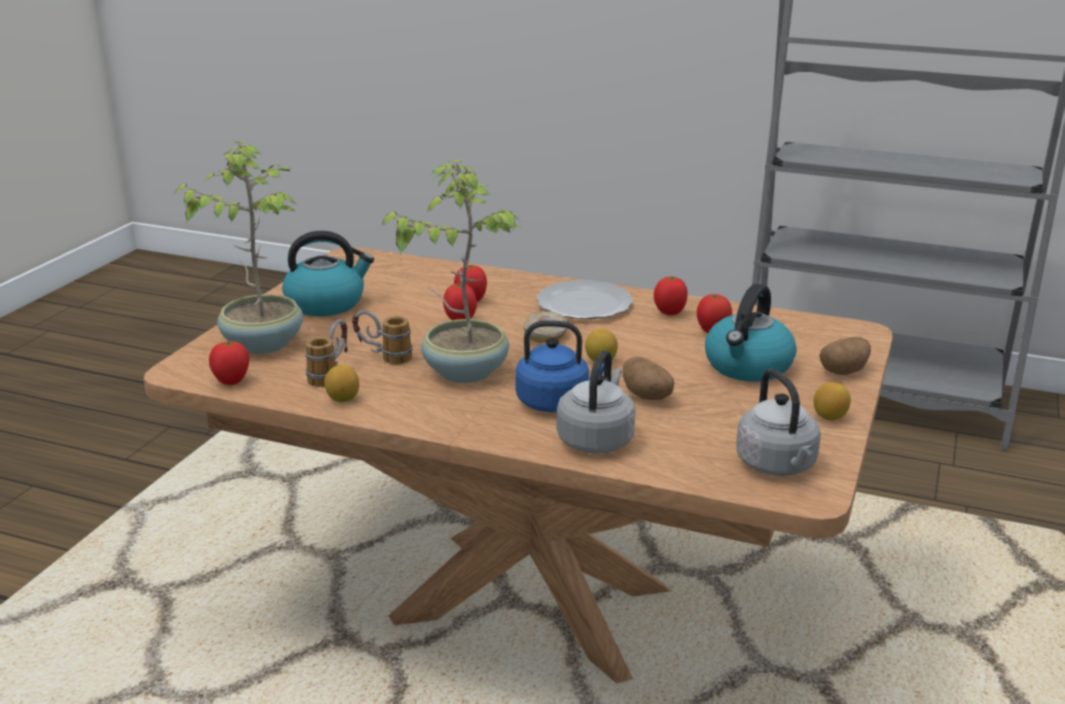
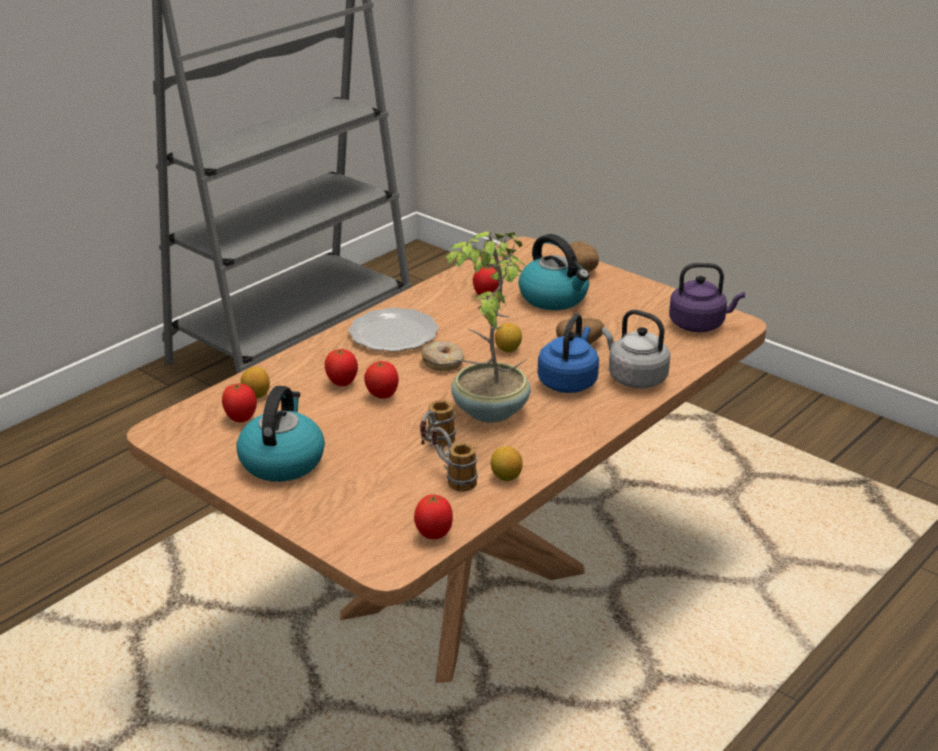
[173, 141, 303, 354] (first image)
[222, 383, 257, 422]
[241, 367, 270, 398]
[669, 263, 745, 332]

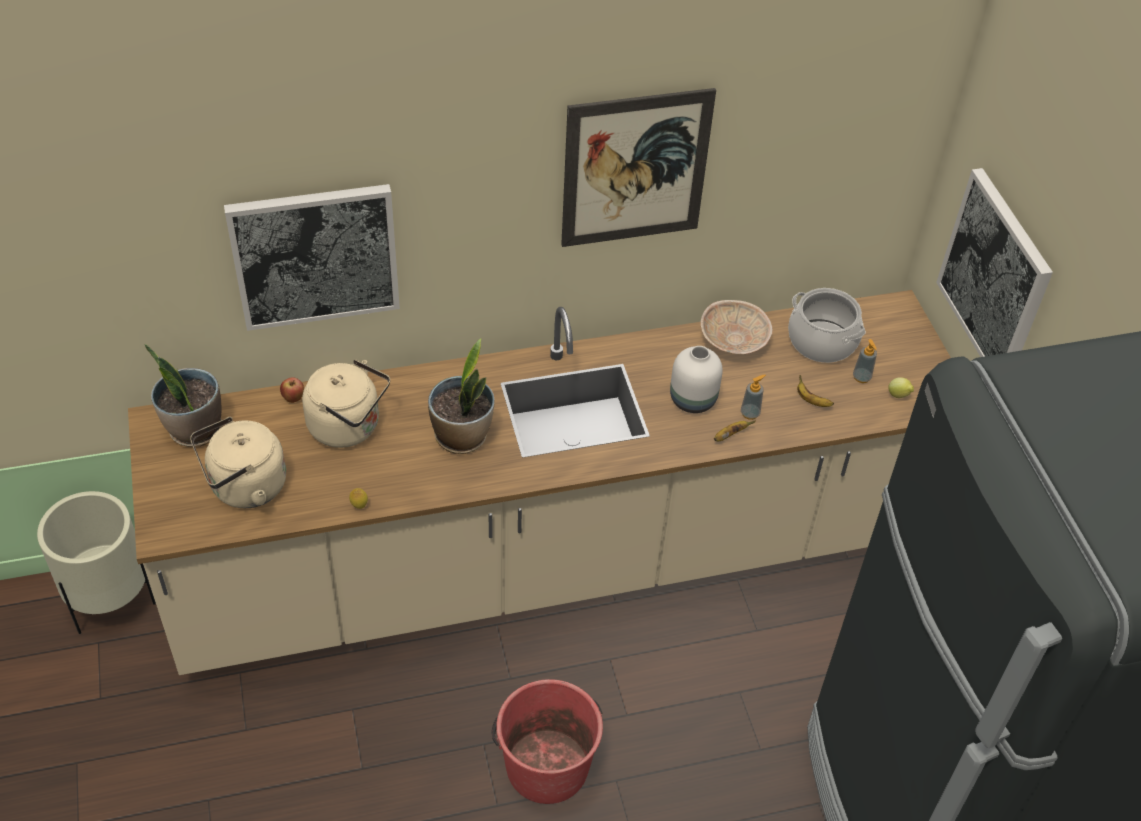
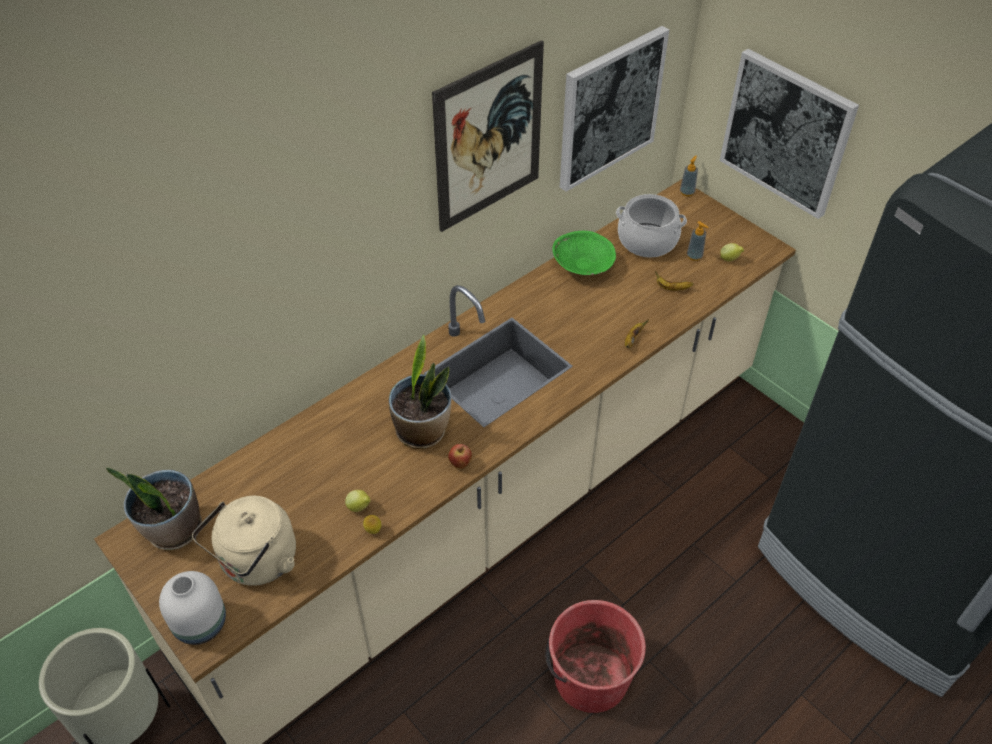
[302, 360, 390, 448] (first image)
[345, 490, 370, 512]
[560, 26, 669, 192]
[448, 444, 472, 469]
[159, 571, 226, 645]
[680, 156, 698, 196]
[552, 231, 616, 275]

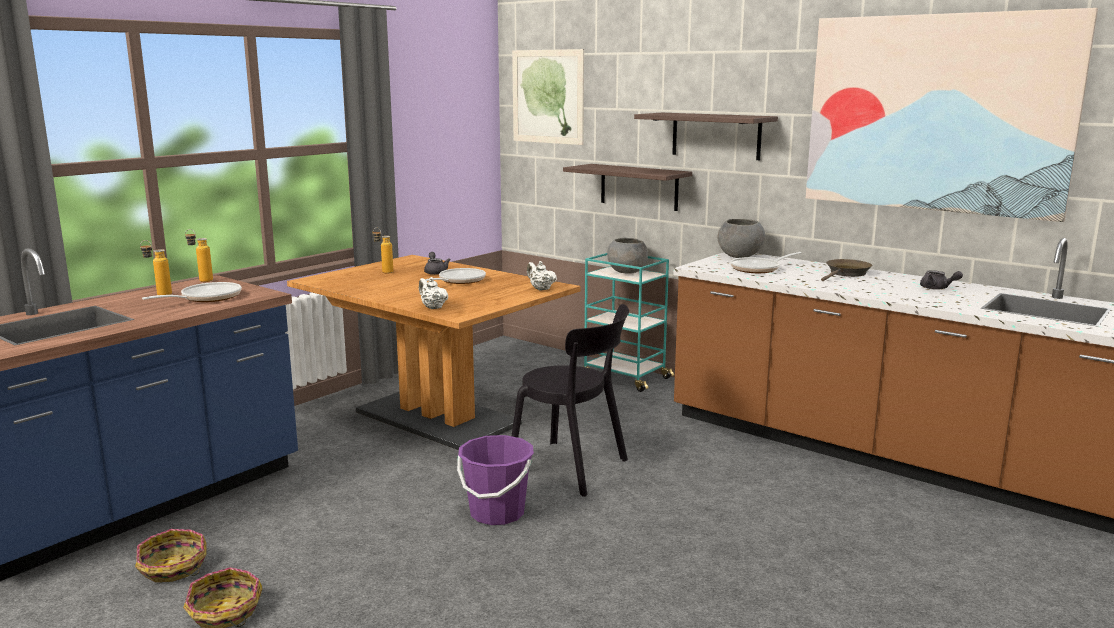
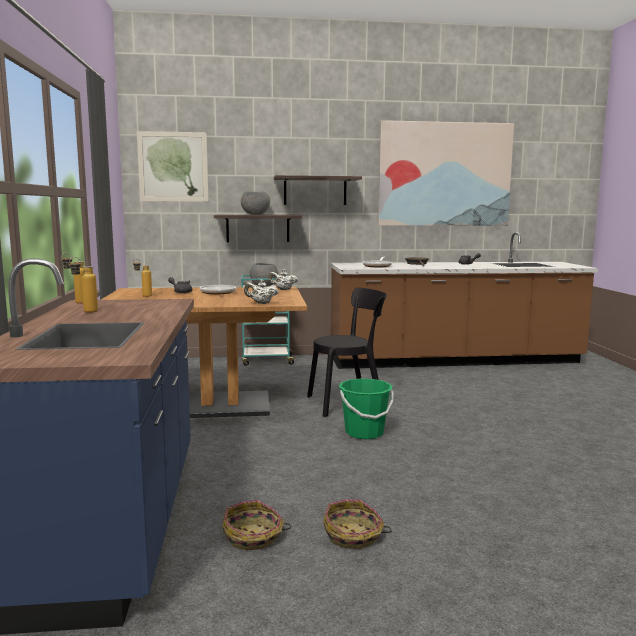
[142, 282, 242, 302] (first image)
[241, 191, 270, 215]
[339, 378, 393, 439]

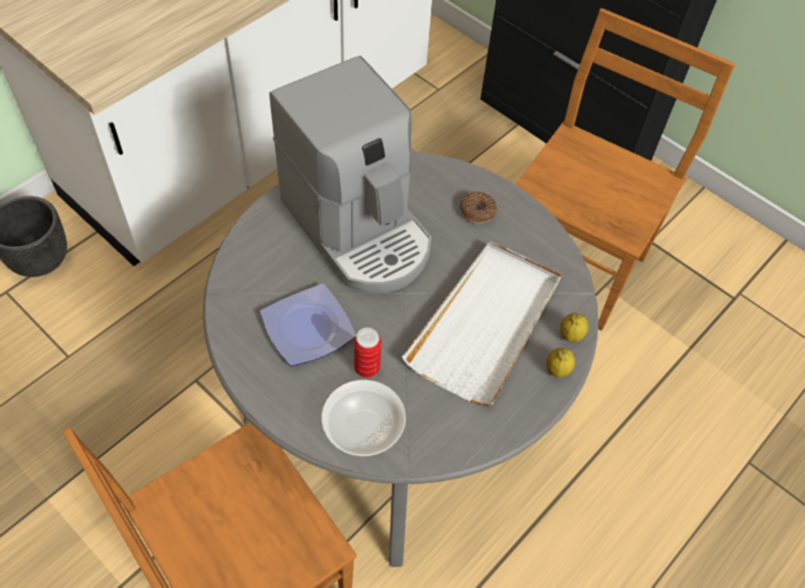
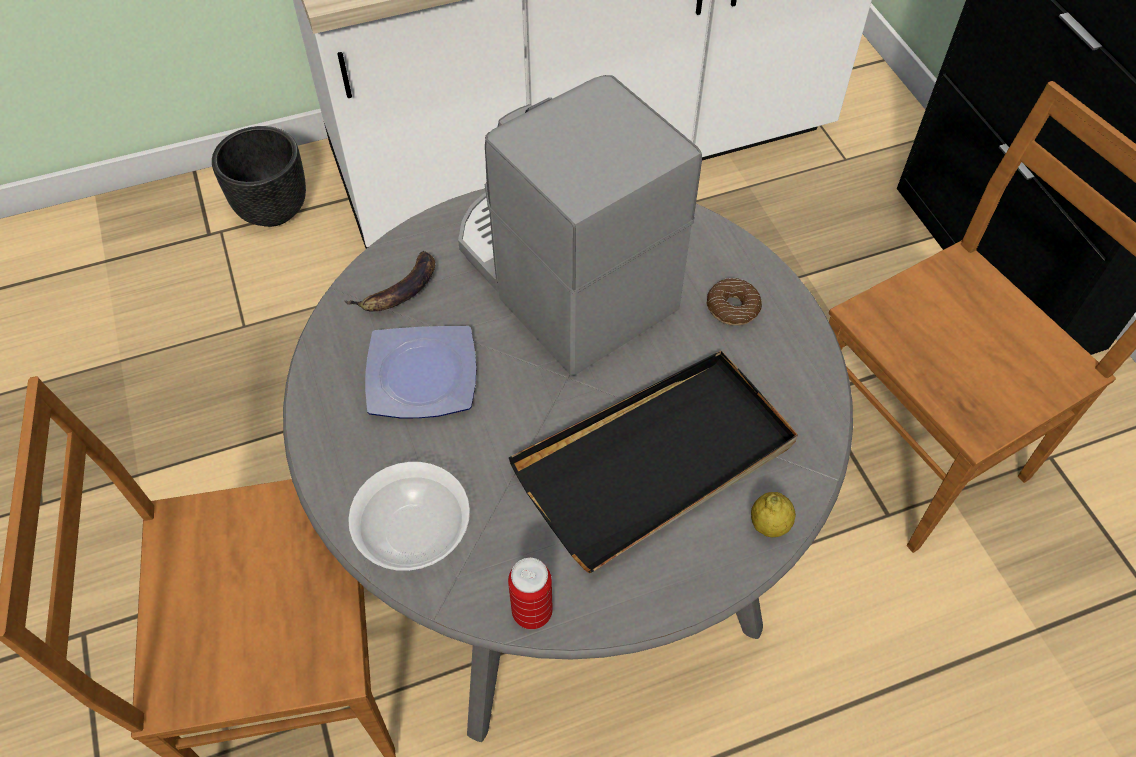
[546, 348, 575, 378] (first image)
[344, 251, 435, 312]
[508, 558, 553, 630]
[509, 351, 798, 573]
[458, 75, 702, 376]

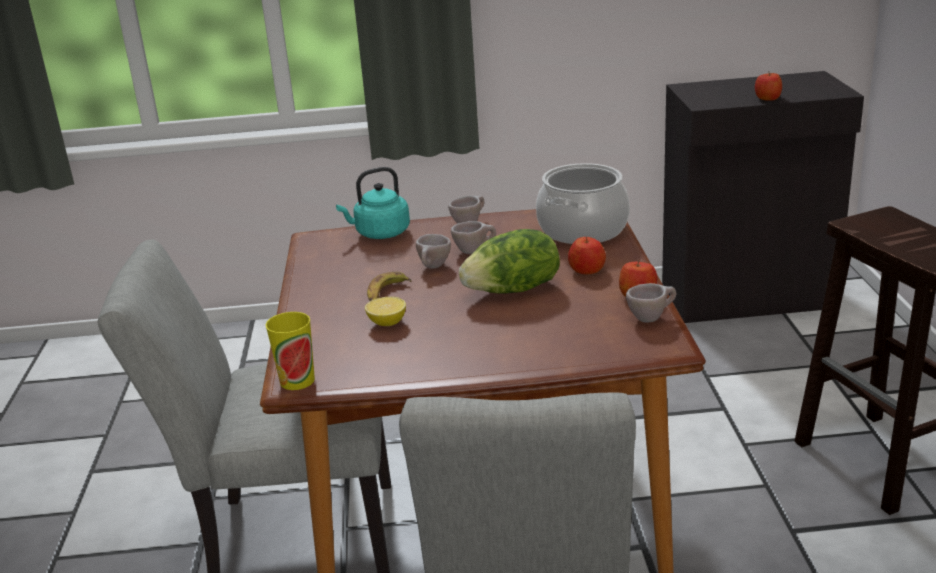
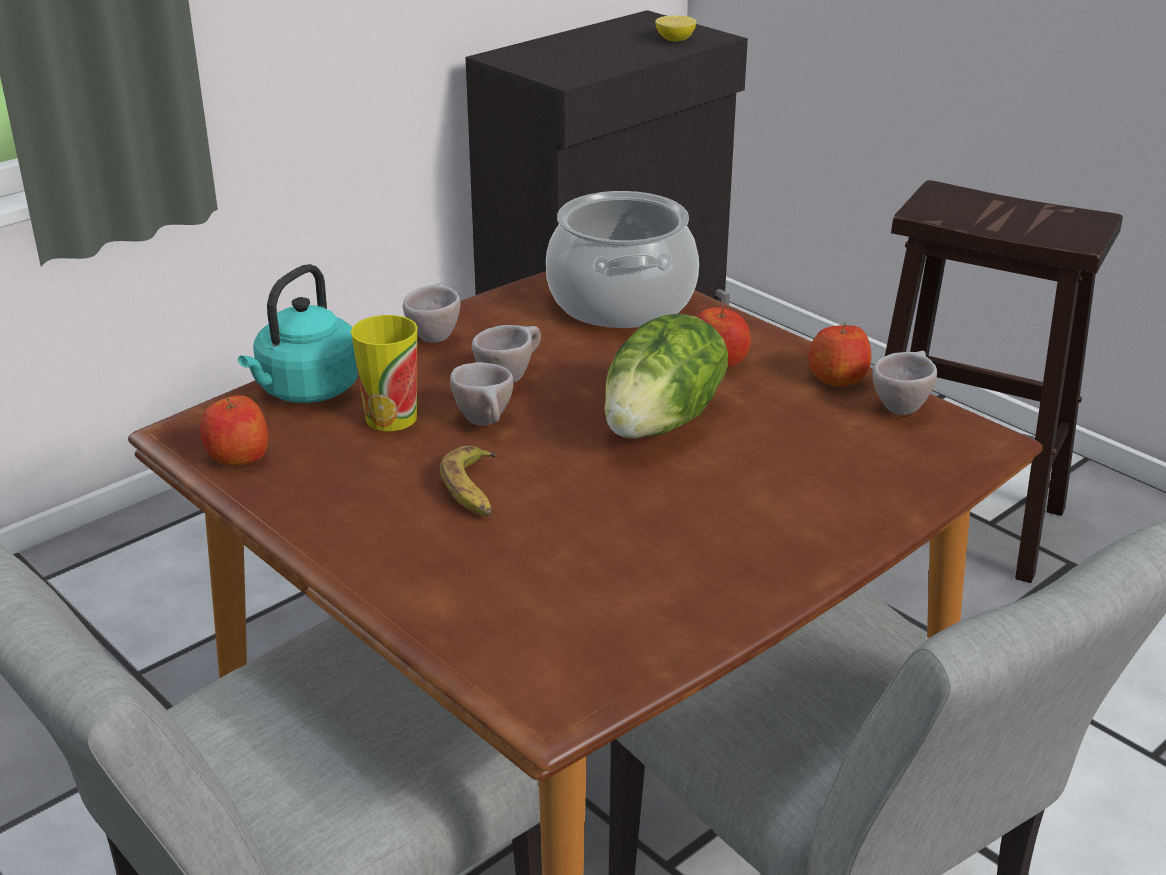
[351, 315, 418, 431]
[655, 15, 696, 42]
[200, 395, 268, 466]

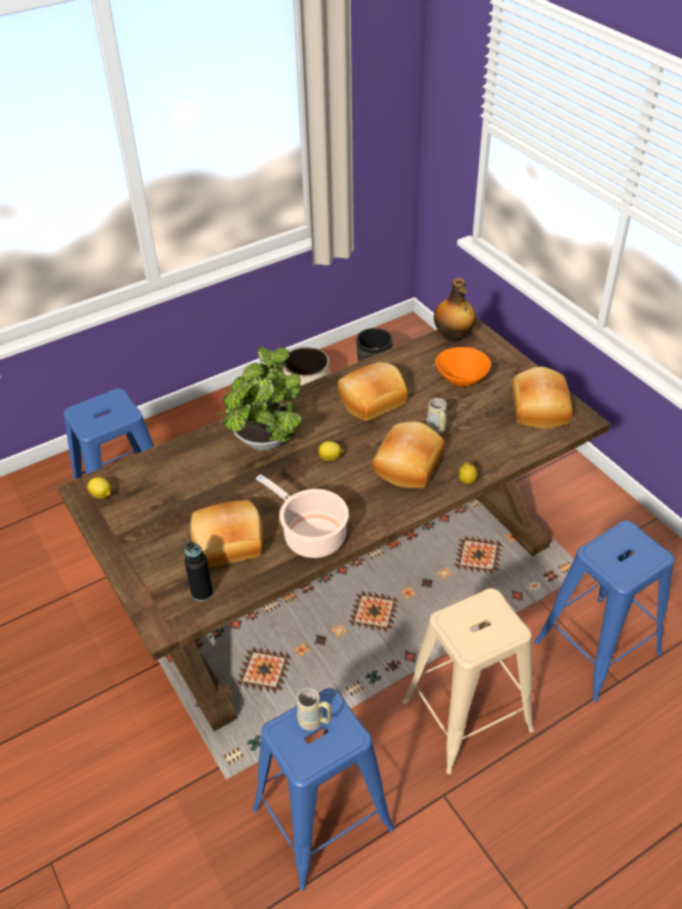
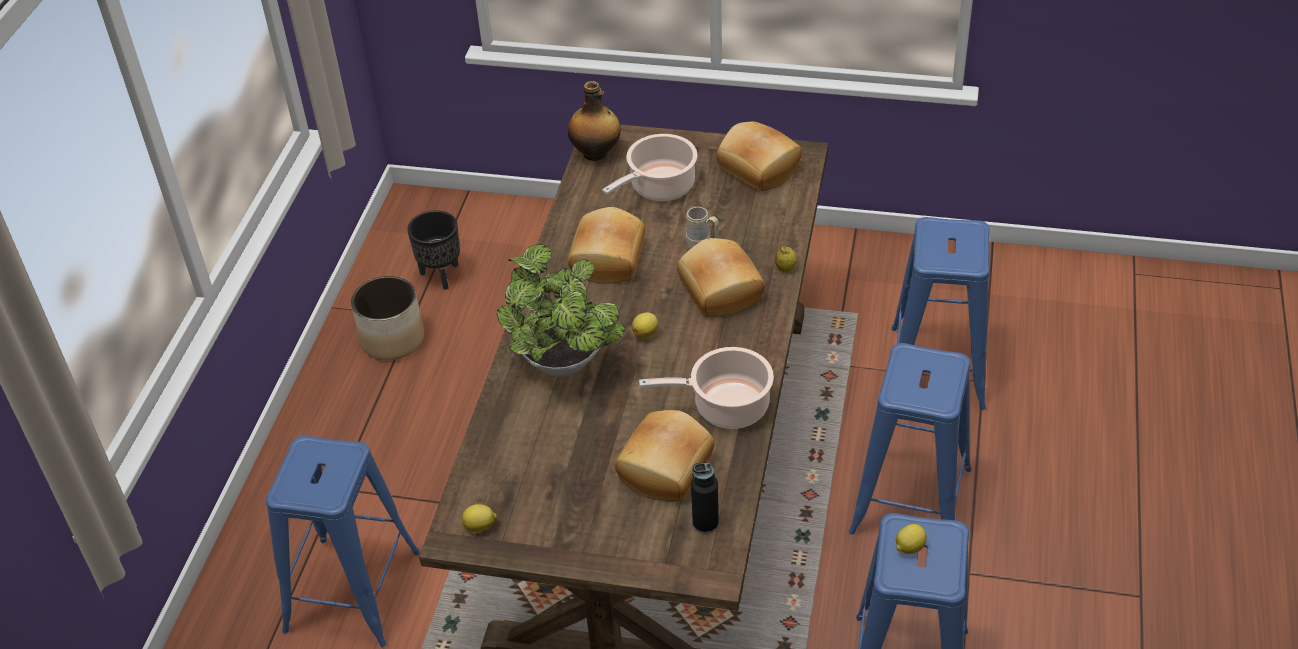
[896, 524, 927, 554]
[602, 134, 698, 201]
[849, 343, 972, 535]

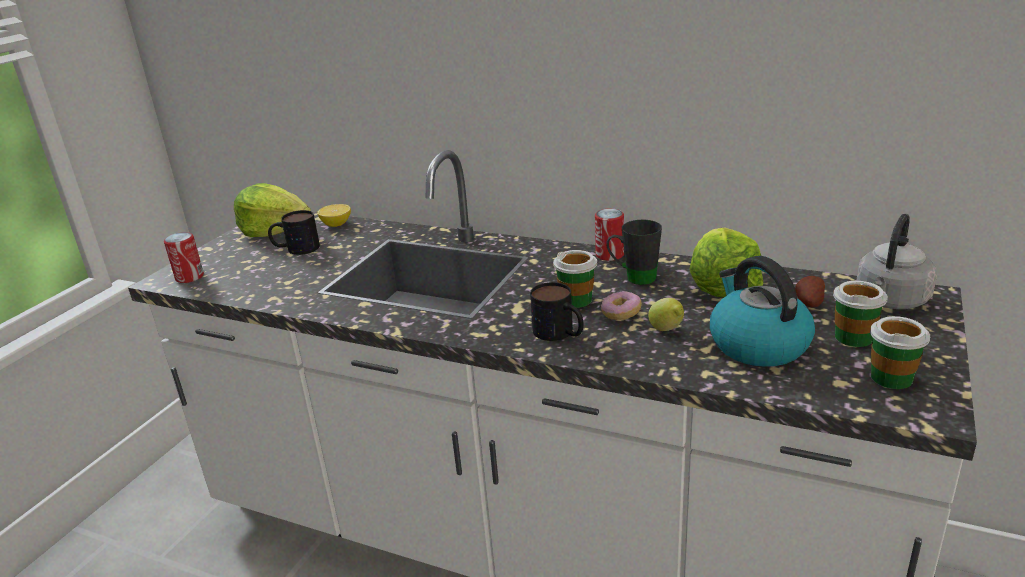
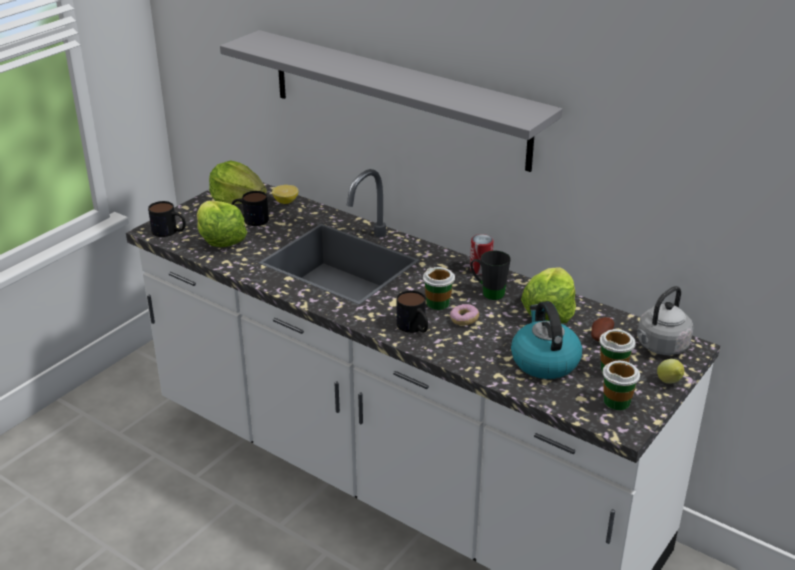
[197, 201, 247, 247]
[220, 30, 562, 172]
[657, 359, 684, 383]
[148, 201, 186, 237]

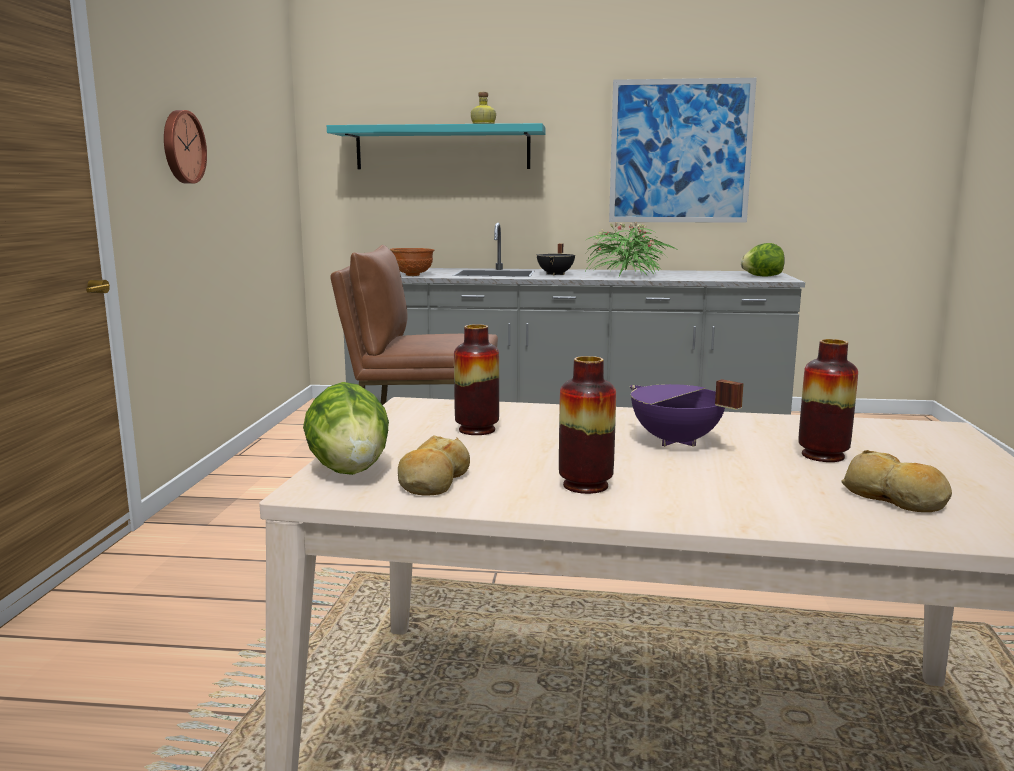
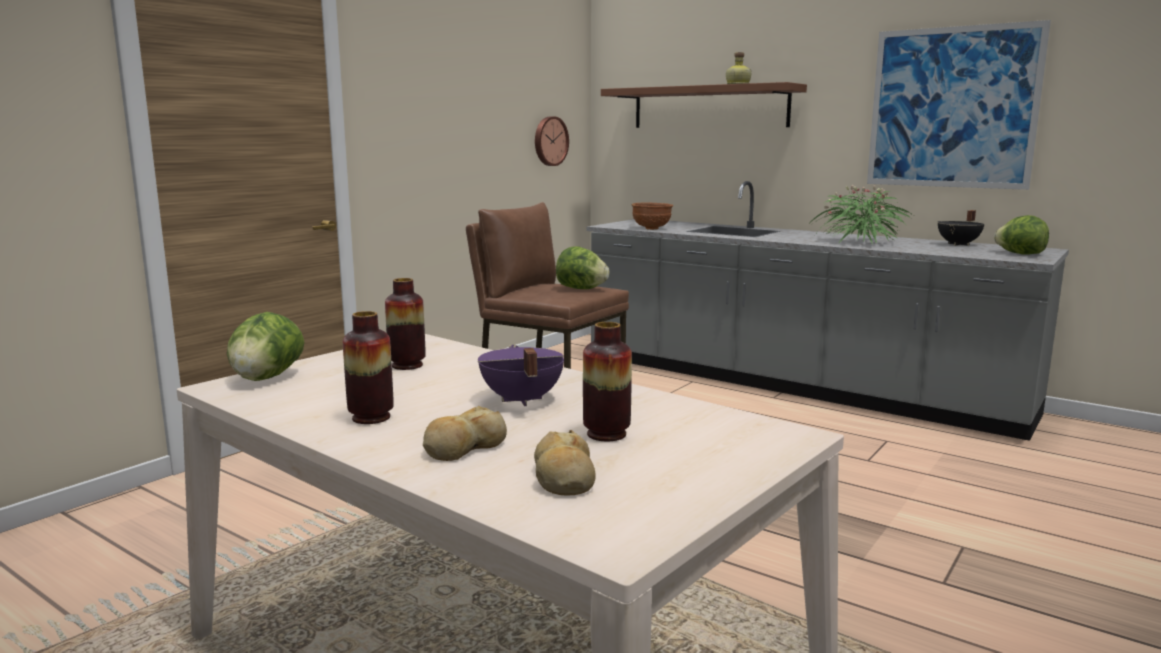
[556, 246, 609, 289]
[535, 116, 569, 166]
[423, 406, 507, 461]
[937, 210, 984, 246]
[601, 82, 807, 128]

